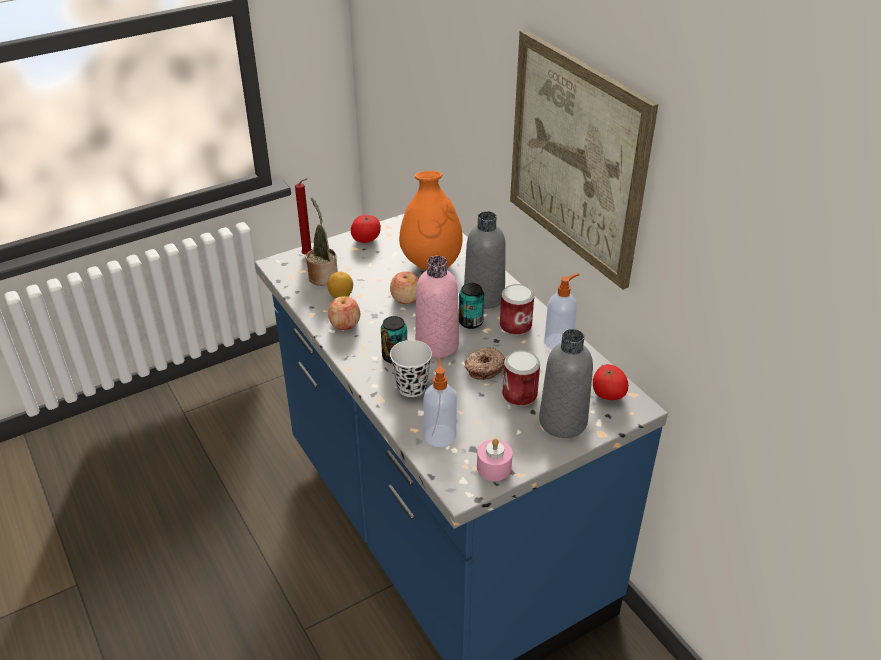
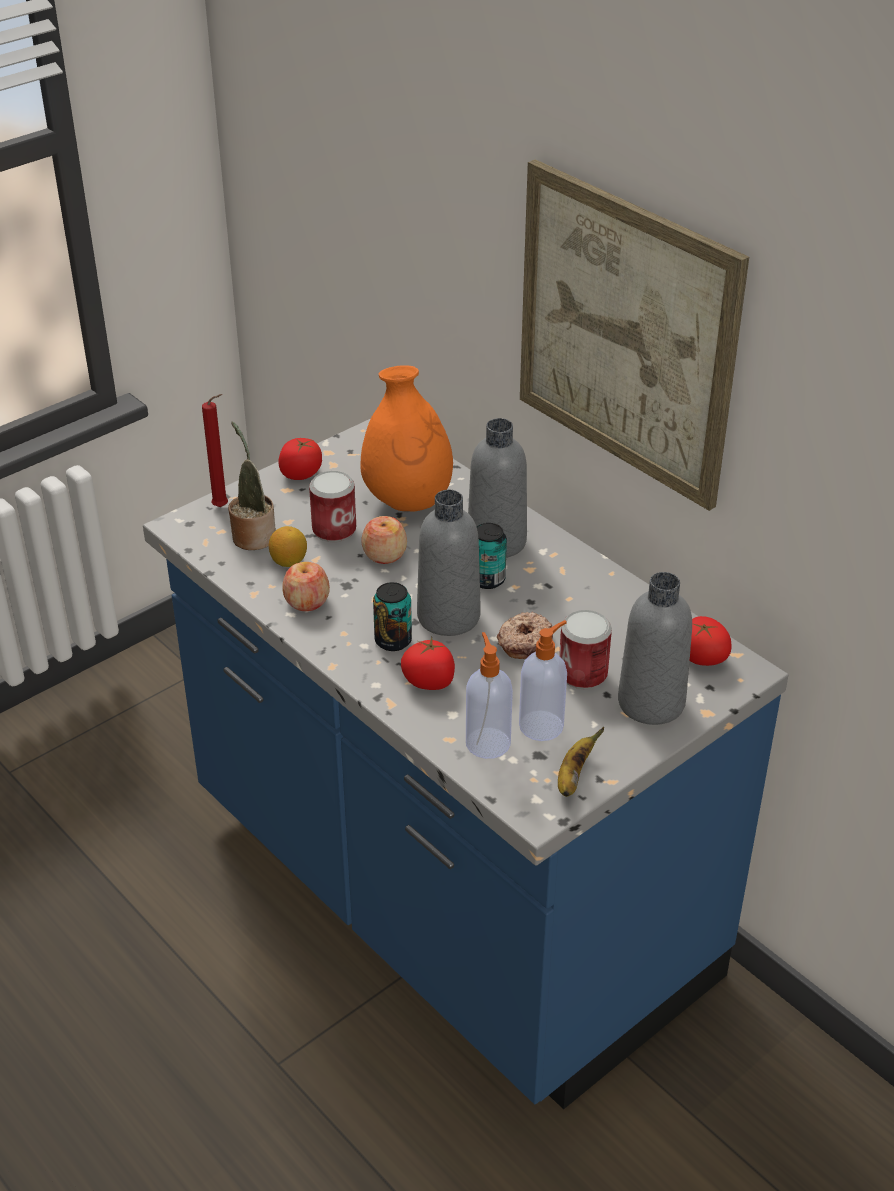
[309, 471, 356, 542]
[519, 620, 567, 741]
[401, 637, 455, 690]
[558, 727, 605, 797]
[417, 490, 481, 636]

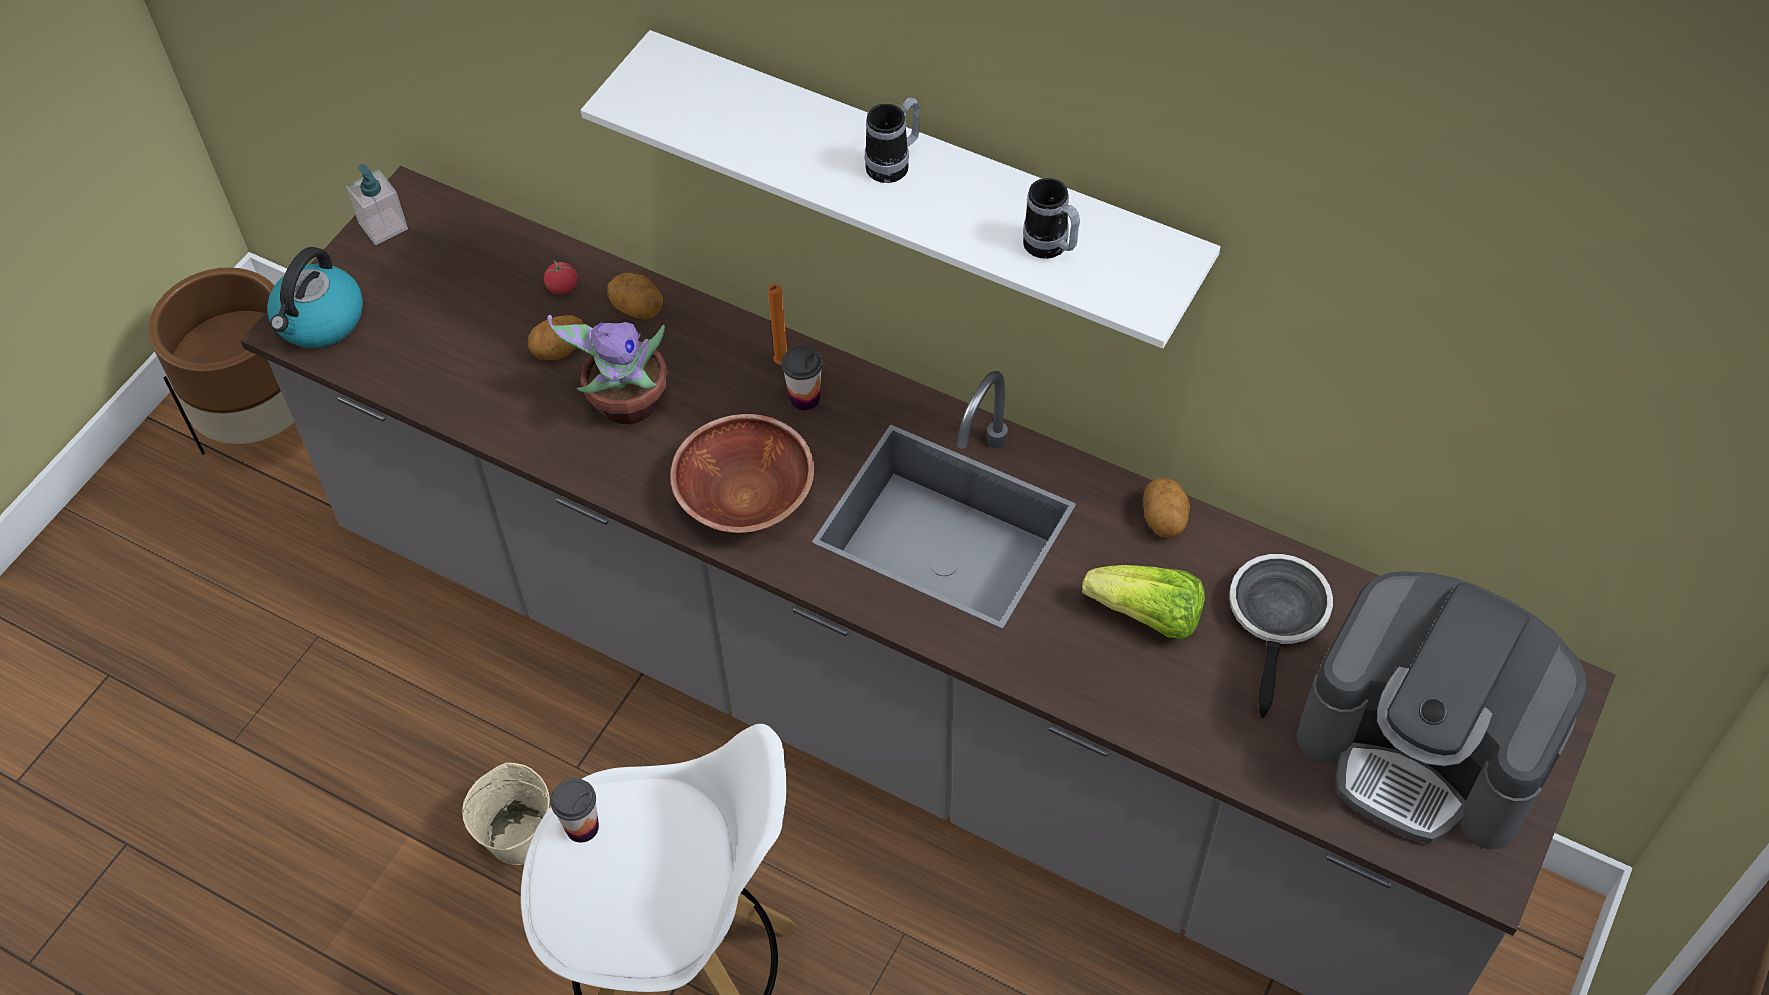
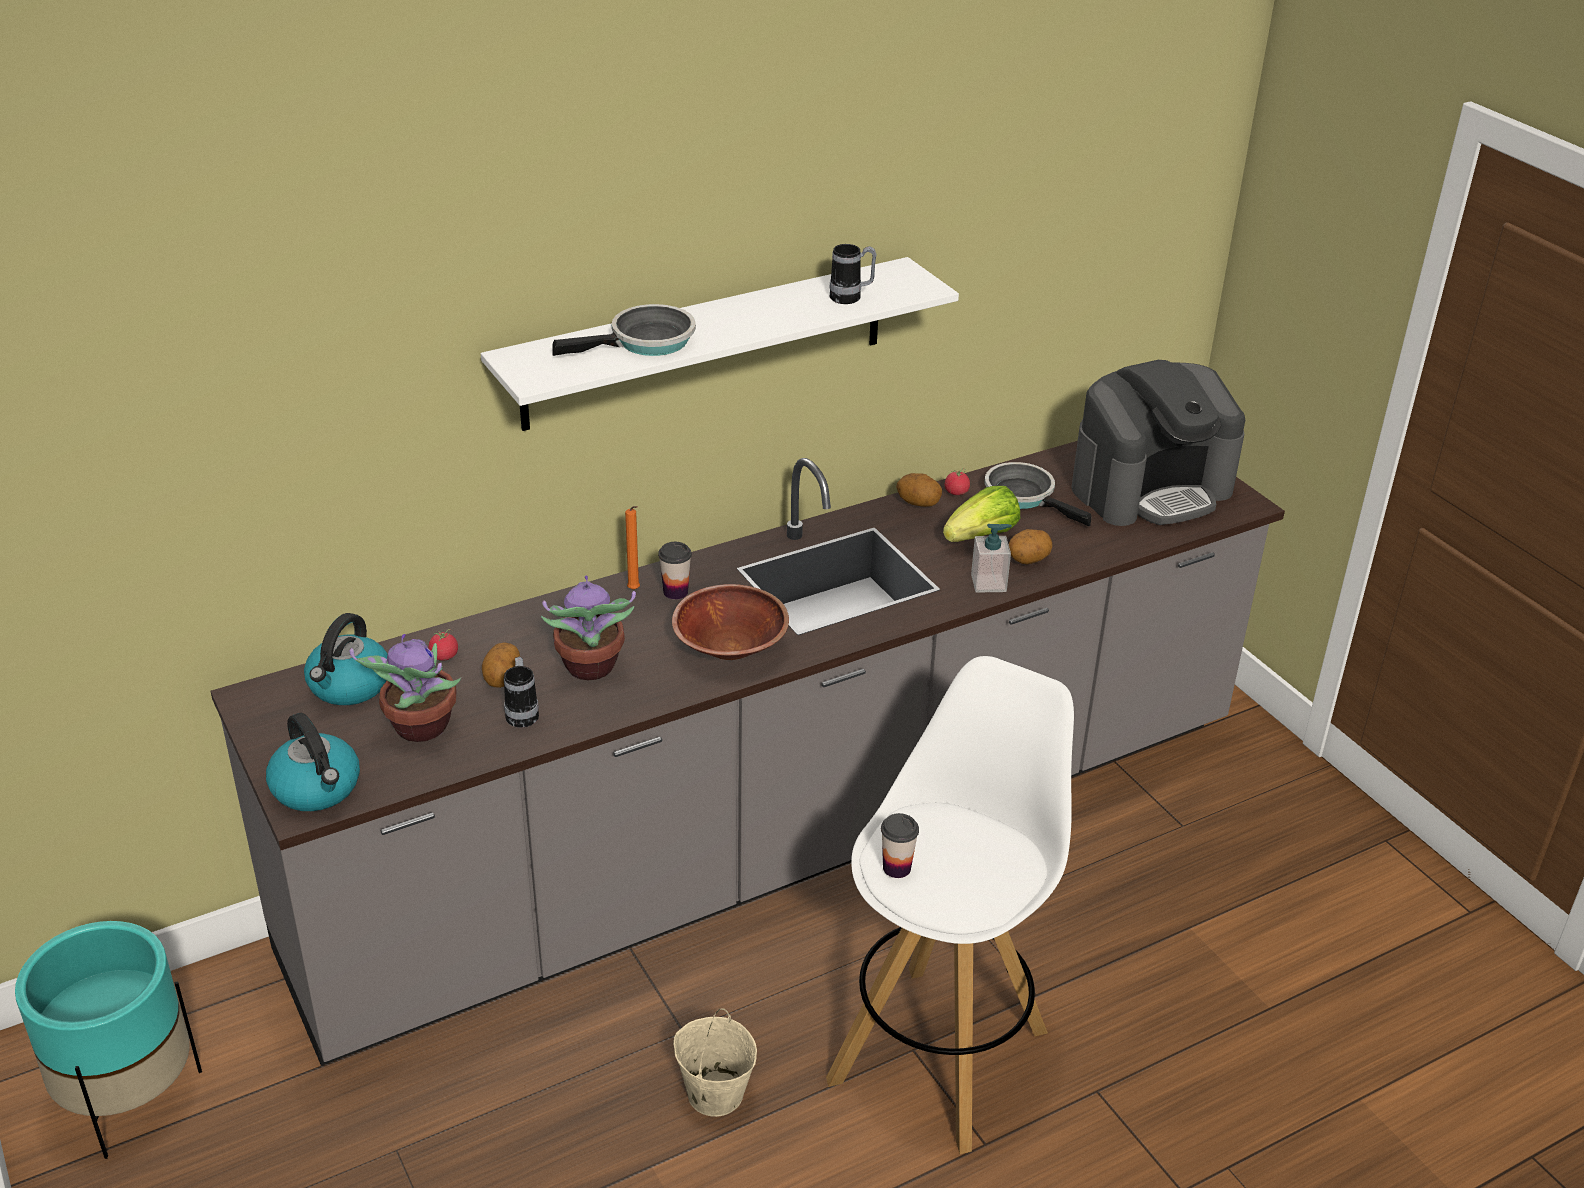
[304, 613, 388, 705]
[350, 634, 461, 742]
[552, 304, 696, 356]
[945, 468, 970, 495]
[971, 524, 1012, 593]
[1009, 529, 1053, 564]
[504, 657, 539, 728]
[15, 921, 202, 1159]

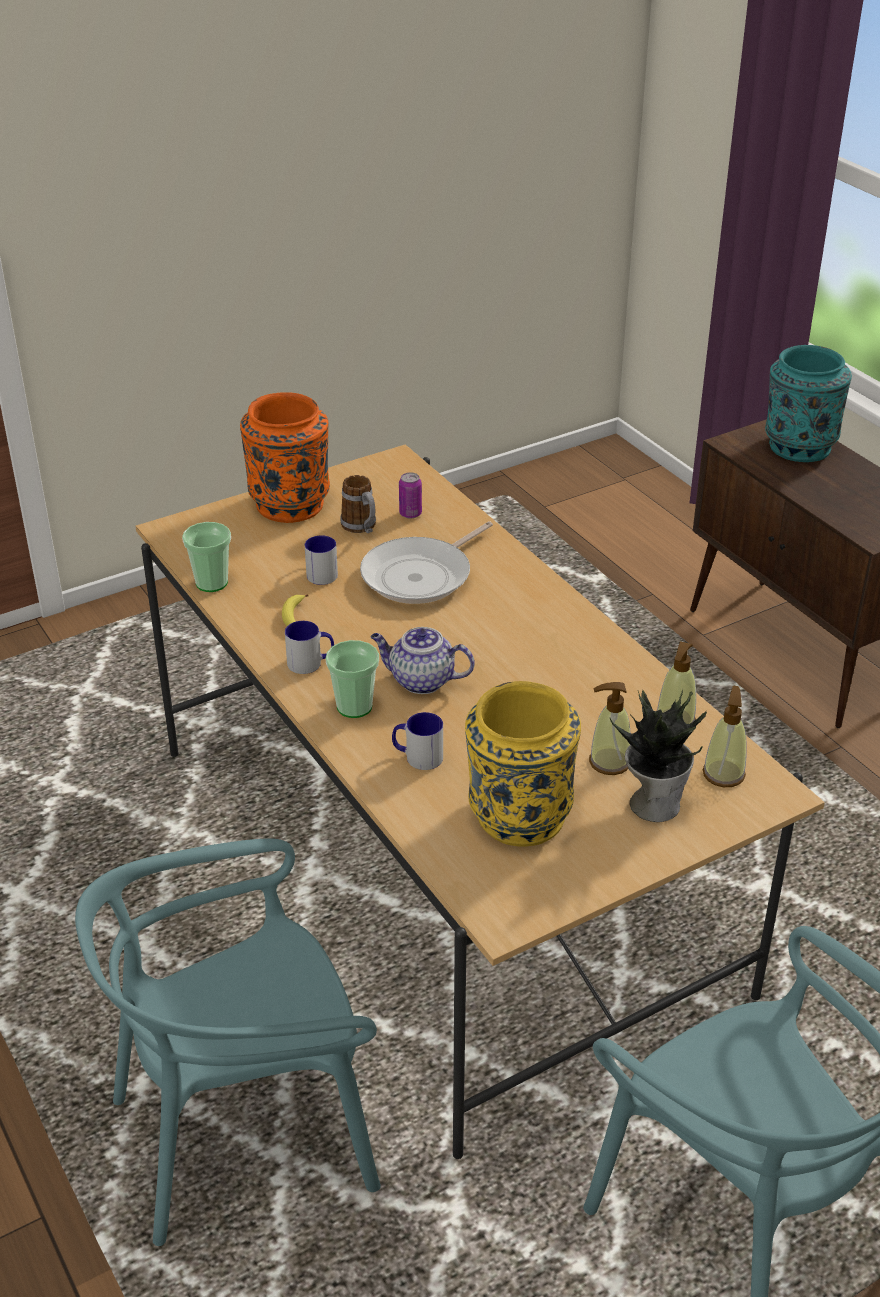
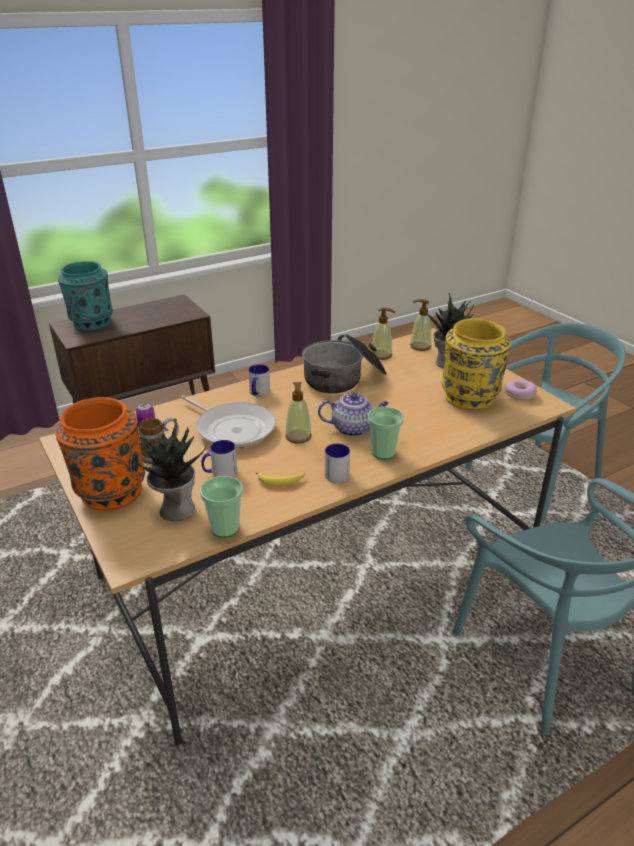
[136, 418, 206, 521]
[302, 334, 387, 394]
[505, 380, 537, 400]
[248, 364, 270, 396]
[285, 382, 312, 444]
[318, 393, 389, 436]

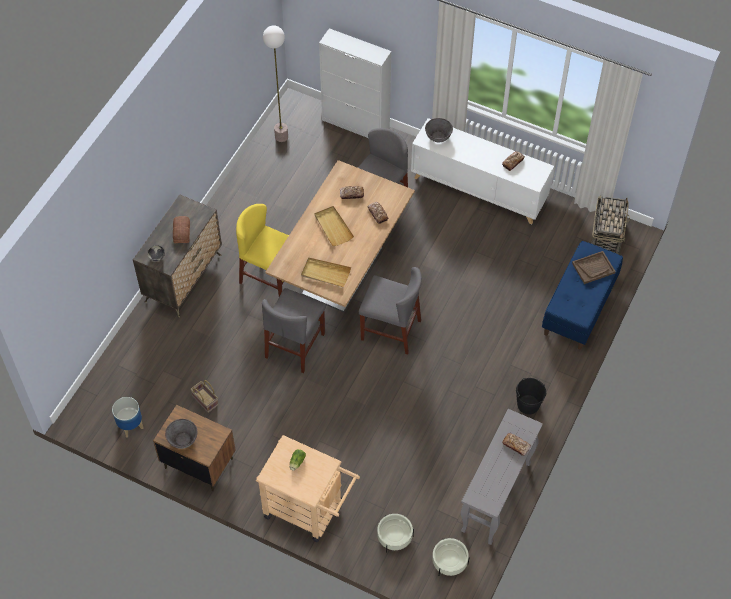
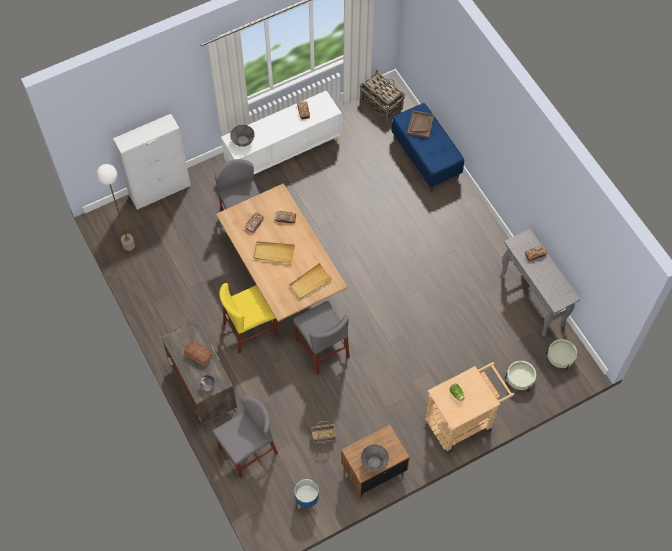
[516, 378, 546, 415] (first image)
[213, 396, 278, 478]

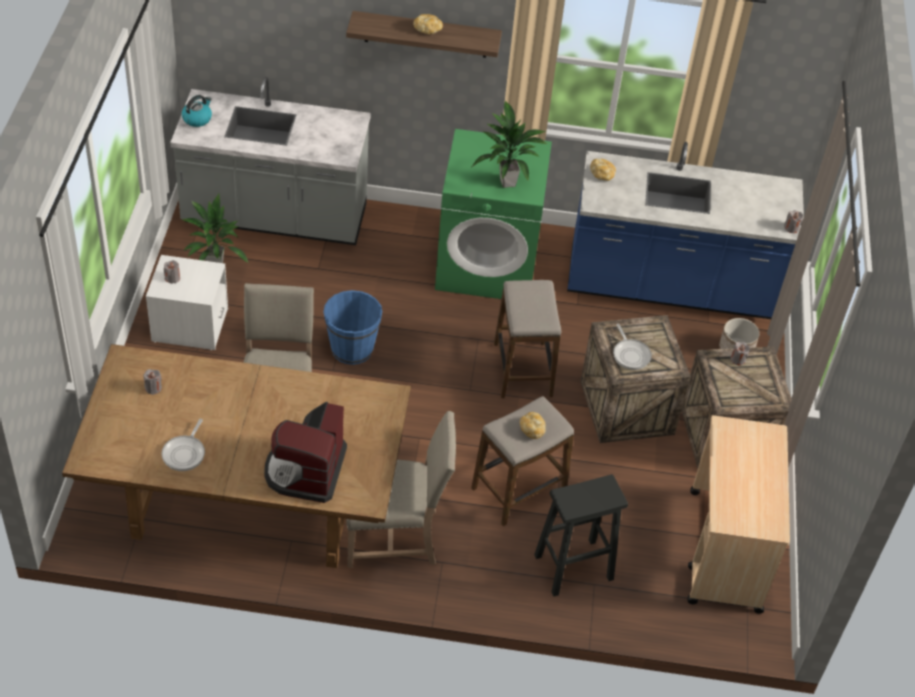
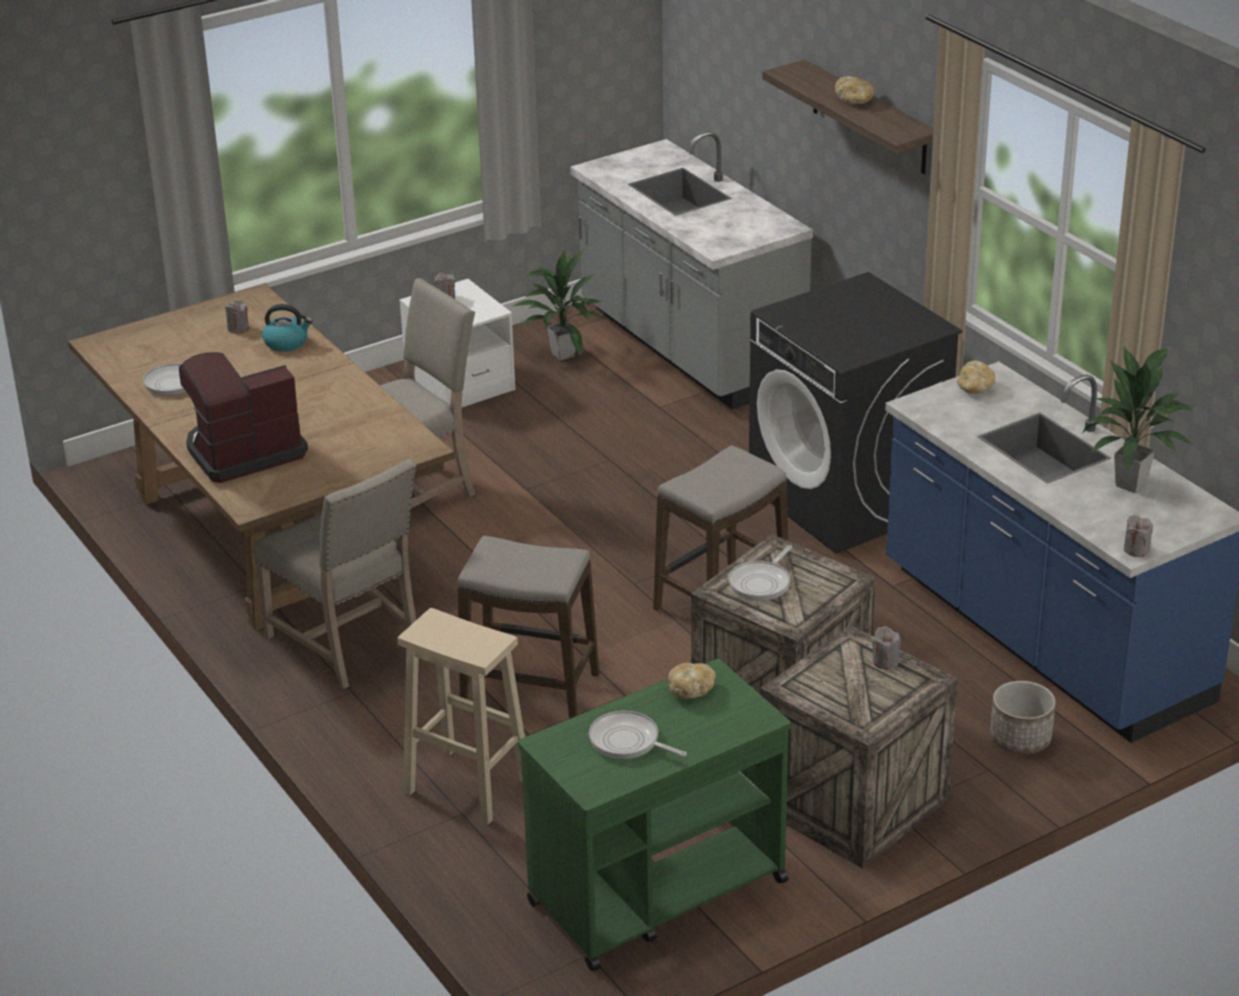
[323, 290, 382, 365] (first image)
[589, 711, 687, 759]
[262, 304, 313, 352]
[1082, 346, 1193, 493]
[668, 663, 716, 699]
[749, 272, 962, 554]
[398, 608, 525, 825]
[518, 659, 791, 971]

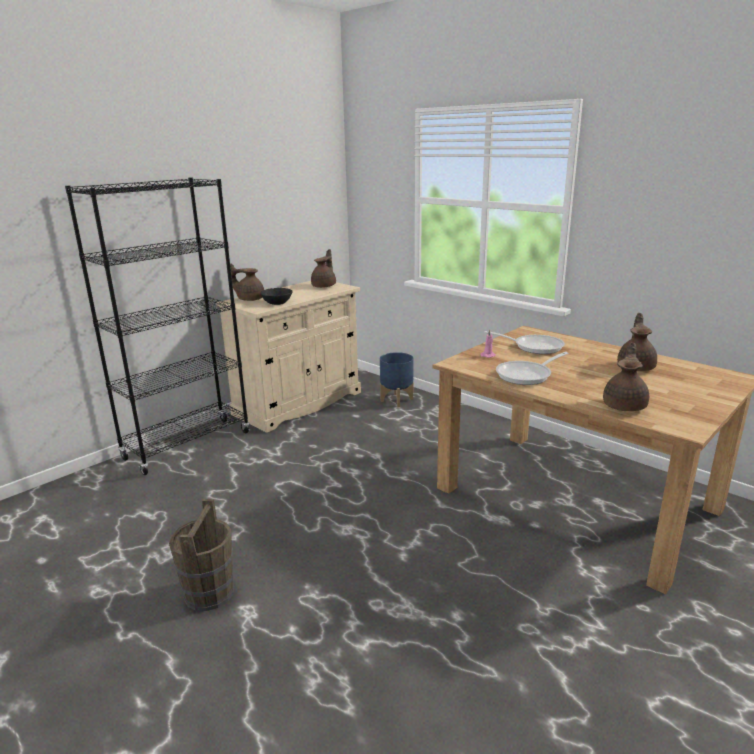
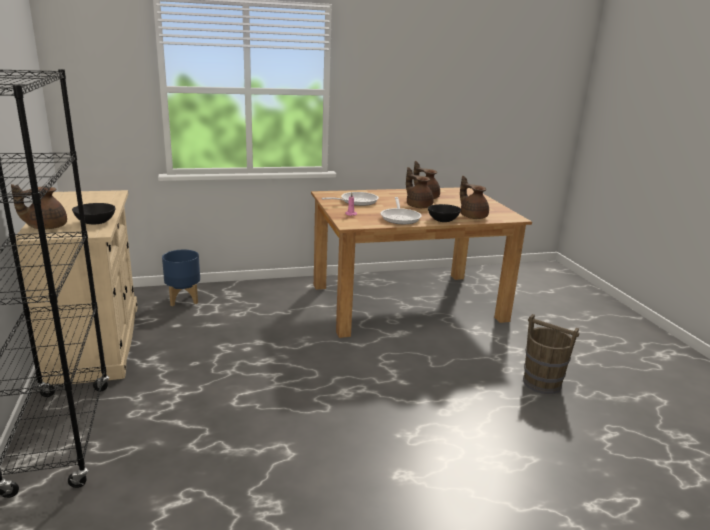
[428, 204, 461, 222]
[523, 314, 579, 394]
[406, 167, 434, 208]

